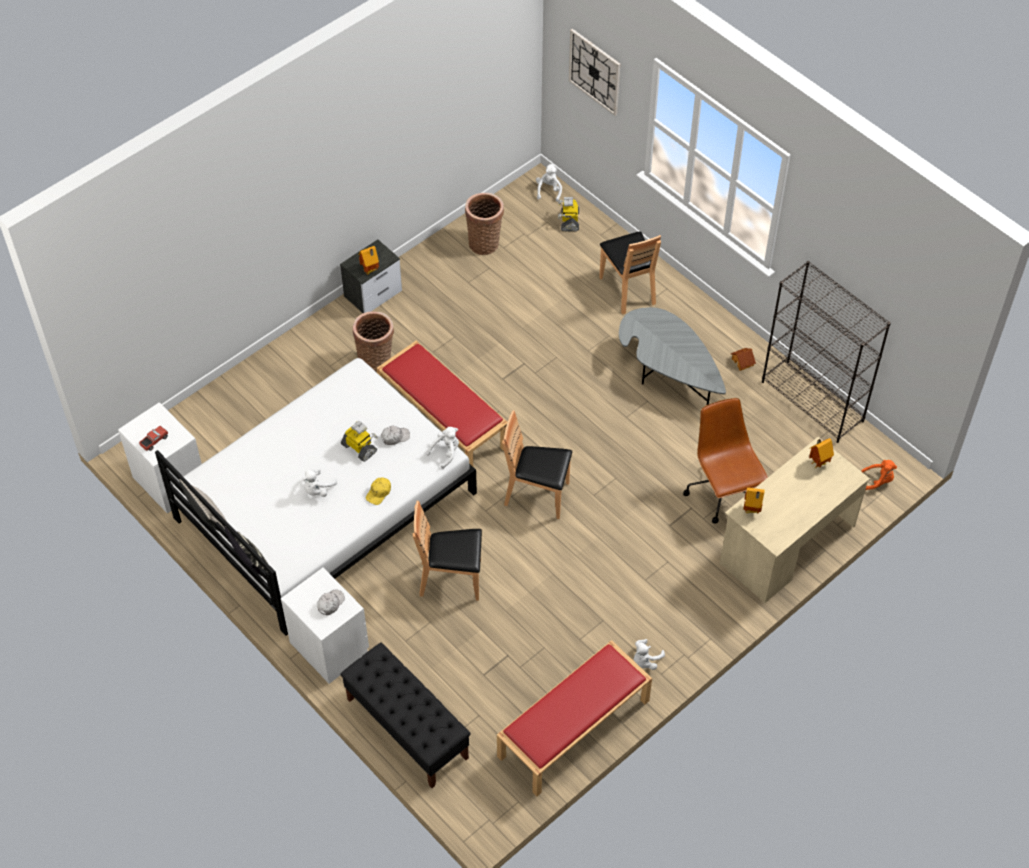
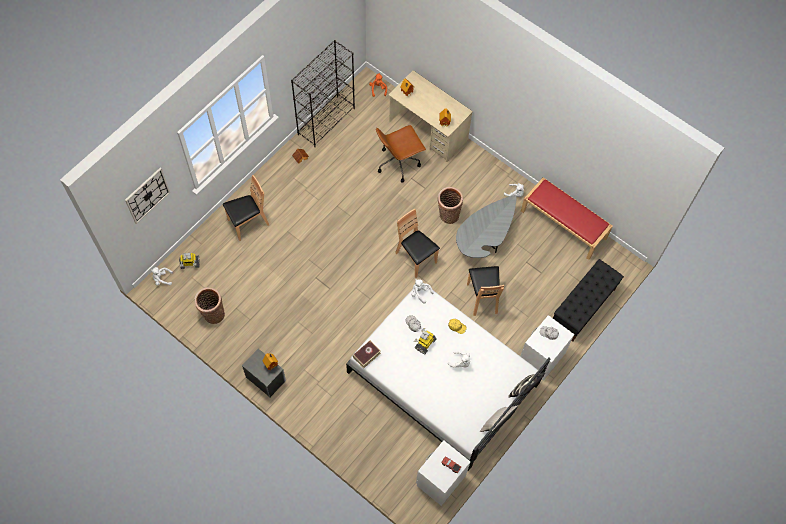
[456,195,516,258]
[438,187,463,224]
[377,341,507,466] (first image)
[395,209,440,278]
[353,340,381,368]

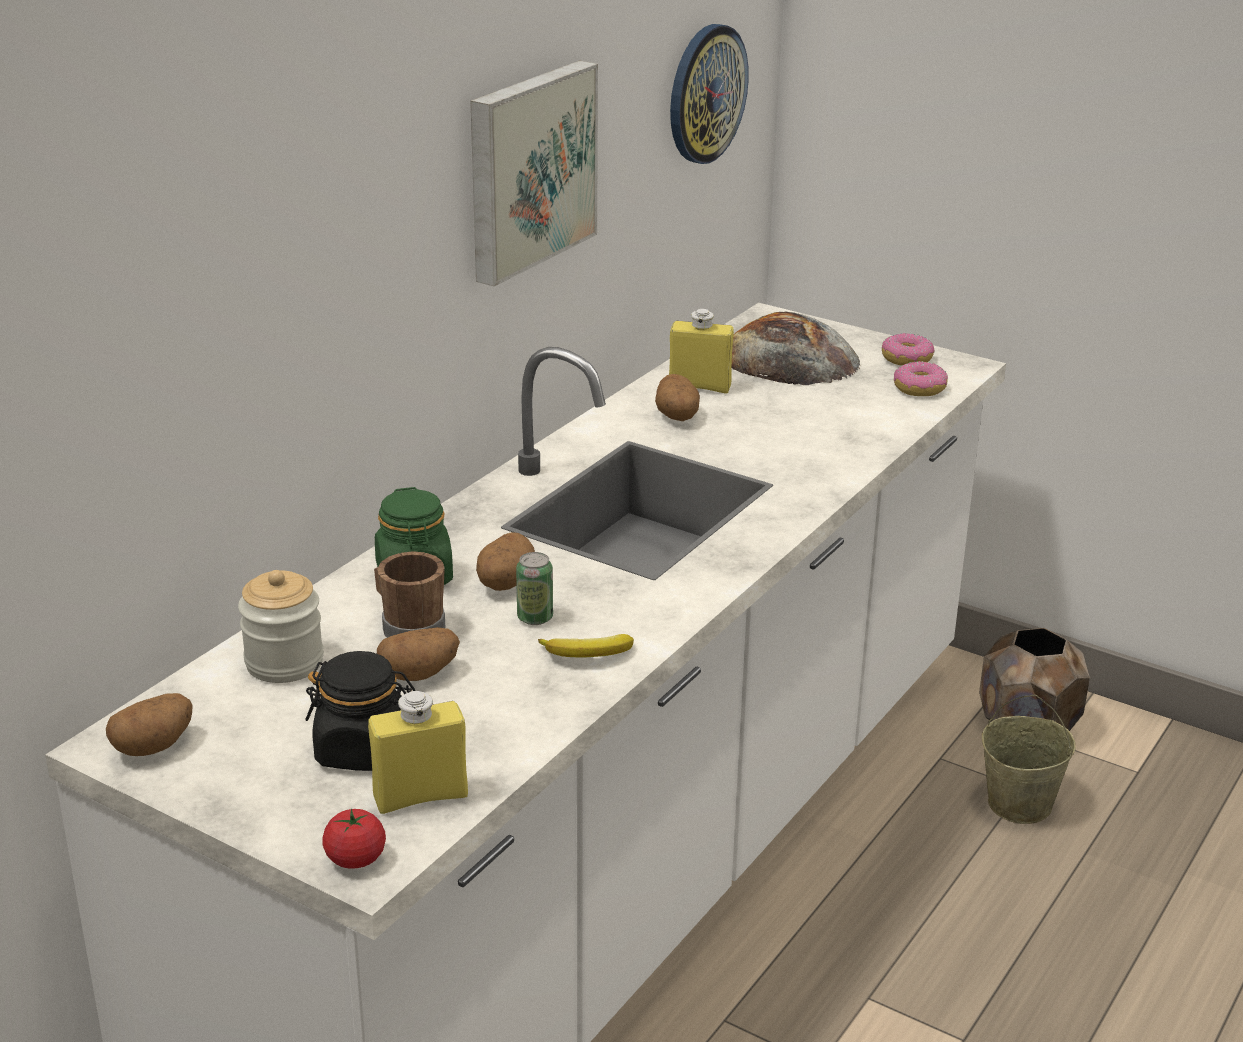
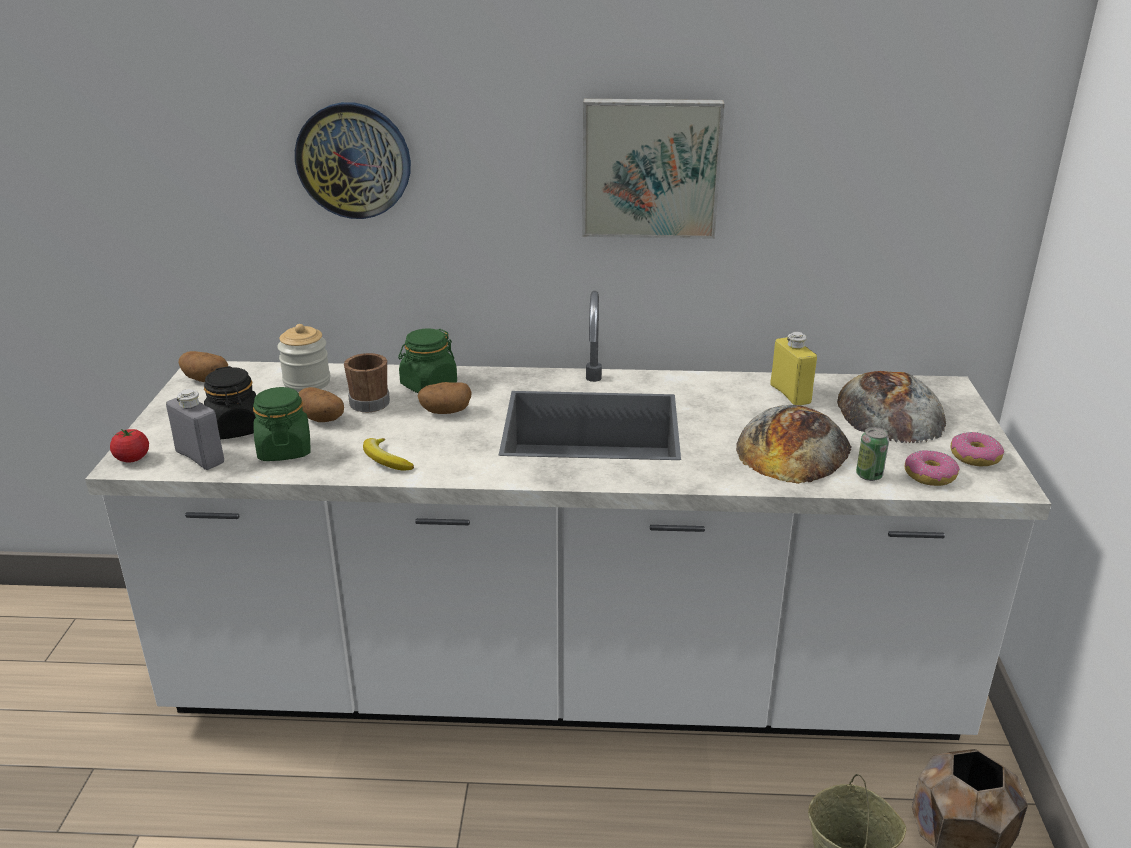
[295,102,411,219]
[655,374,700,421] (first image)
[856,427,889,481]
[166,389,224,470]
[253,387,311,461]
[736,405,852,484]

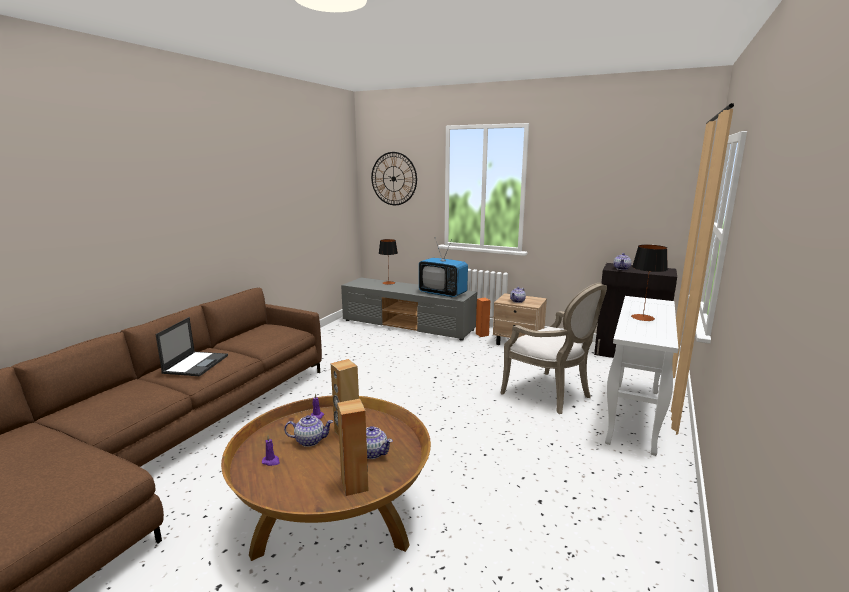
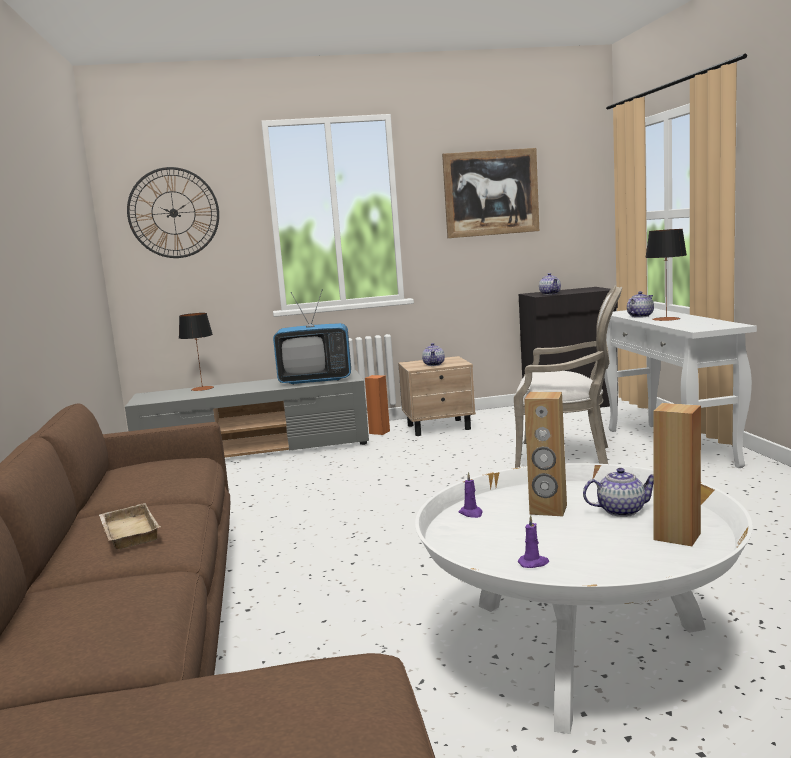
[99,503,160,549]
[415,463,753,734]
[627,291,654,318]
[442,148,539,238]

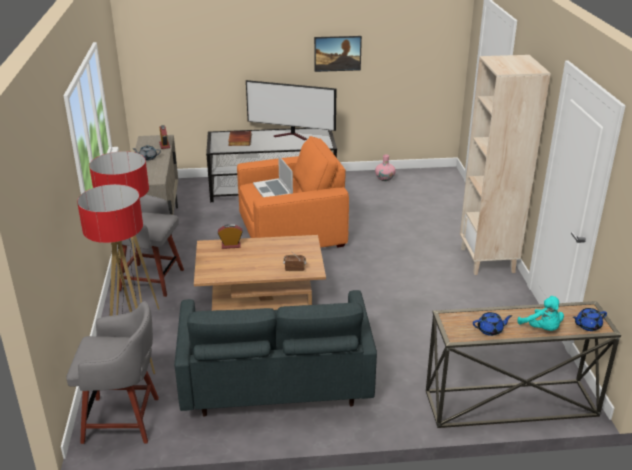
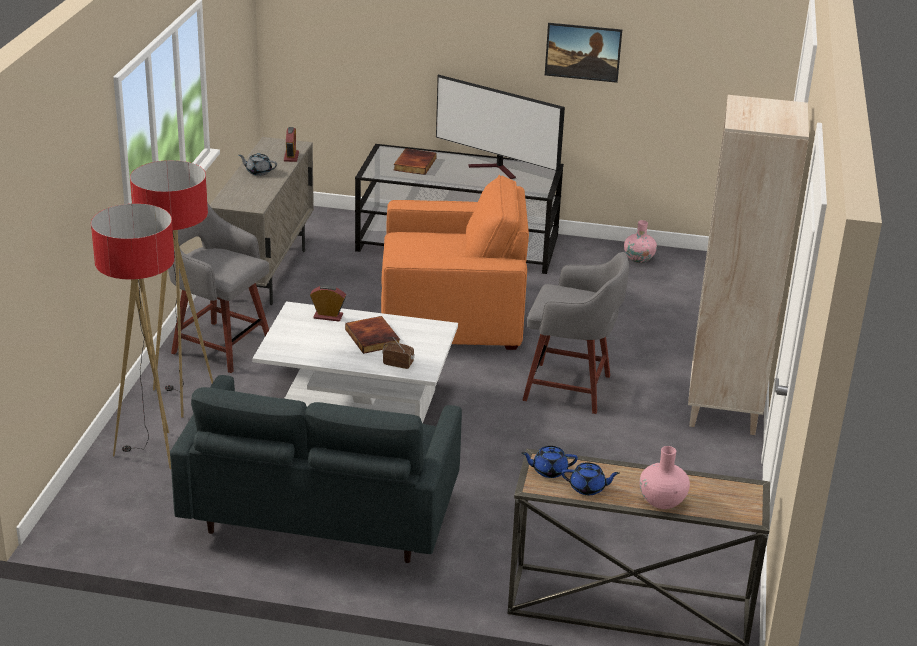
[253,155,293,197] (first image)
[252,301,458,424]
[639,446,690,509]
[522,252,629,414]
[522,446,578,478]
[345,316,400,354]

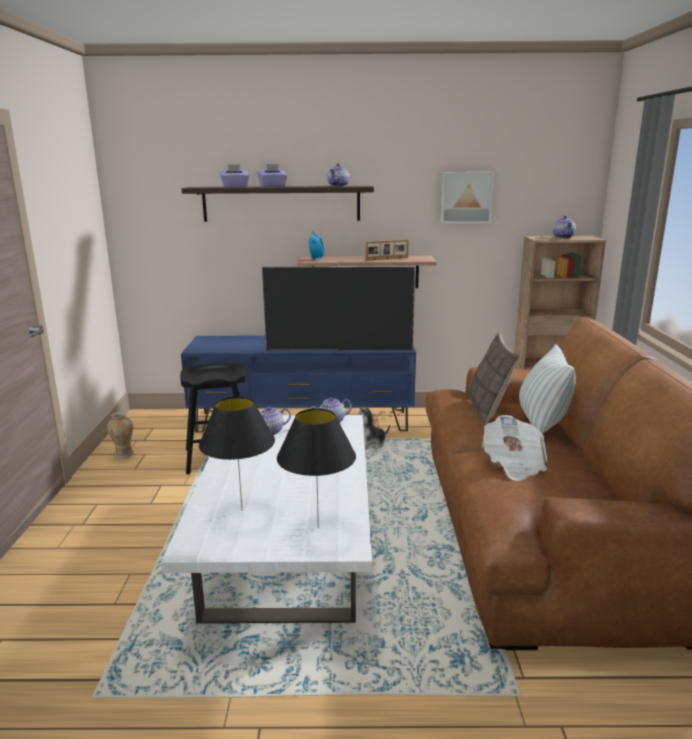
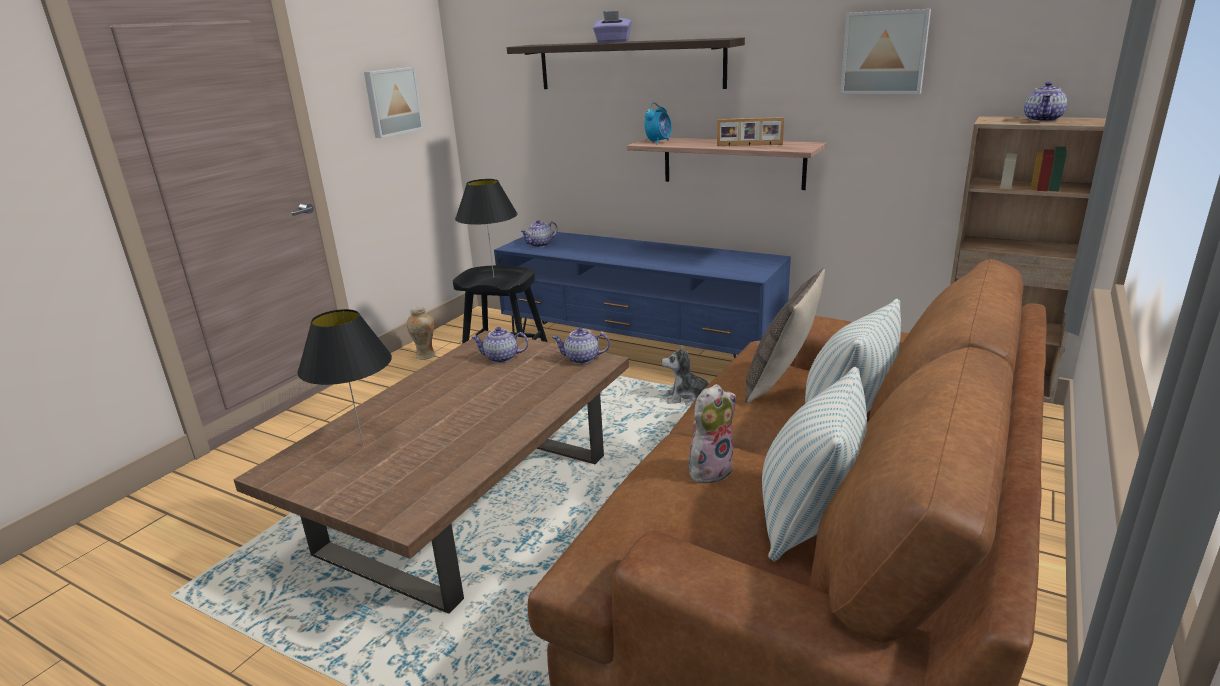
[520,220,558,247]
[220,164,249,187] (first image)
[262,265,415,351] (first image)
[455,179,517,278]
[234,331,629,614]
[689,384,736,483]
[364,67,424,138]
[762,367,867,561]

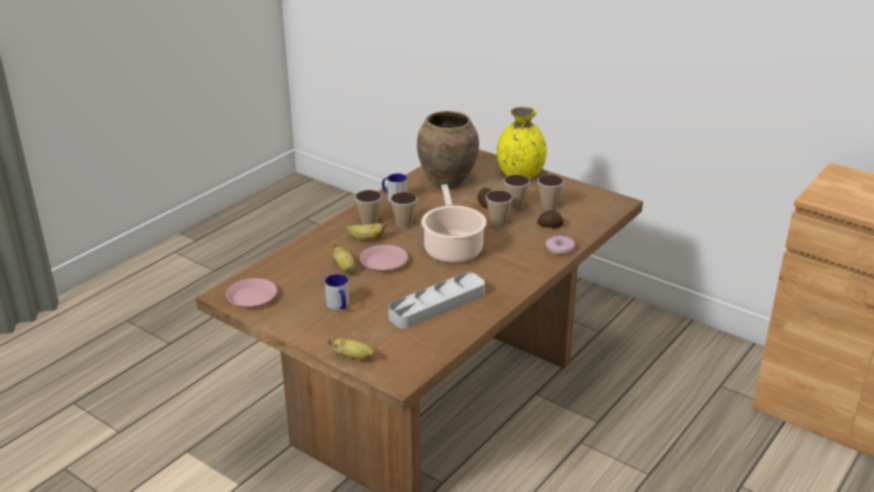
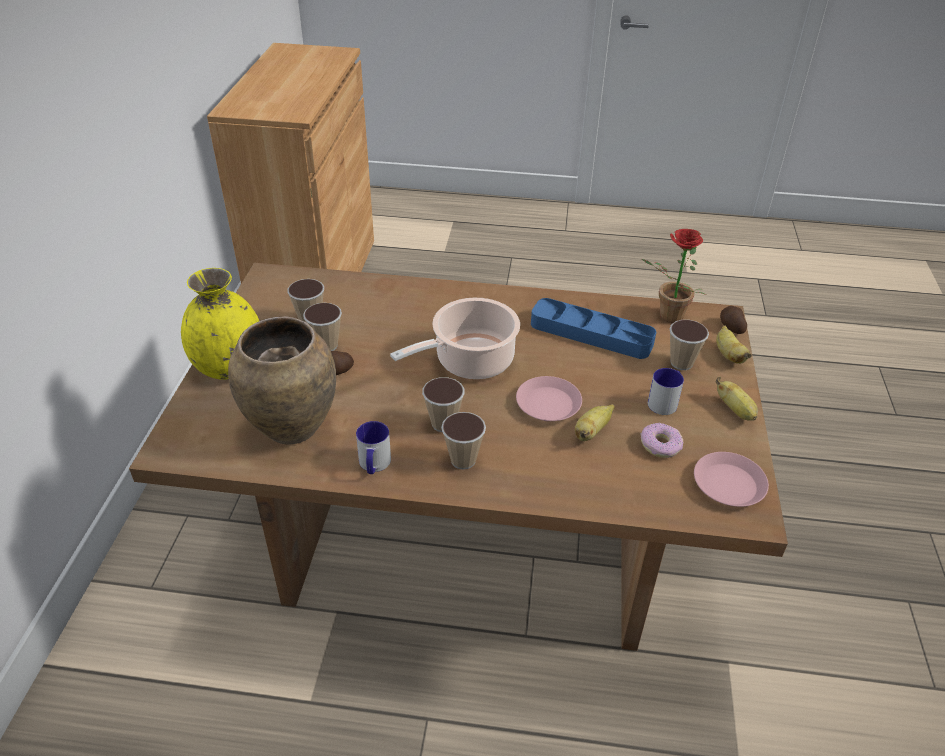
[669,320,709,370]
[720,306,747,334]
[716,377,758,421]
[640,423,683,458]
[531,298,656,359]
[642,229,706,323]

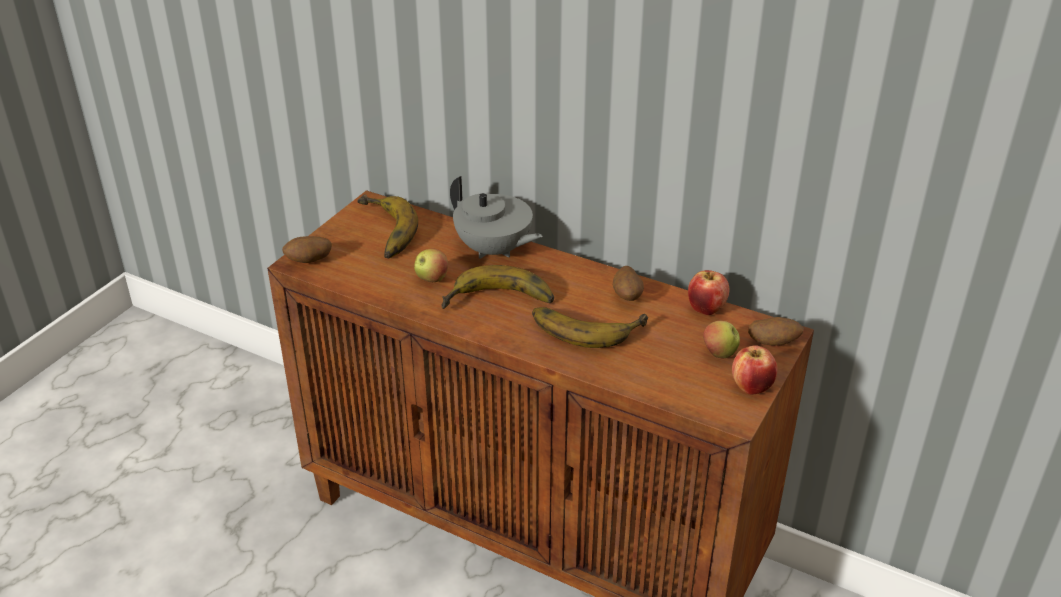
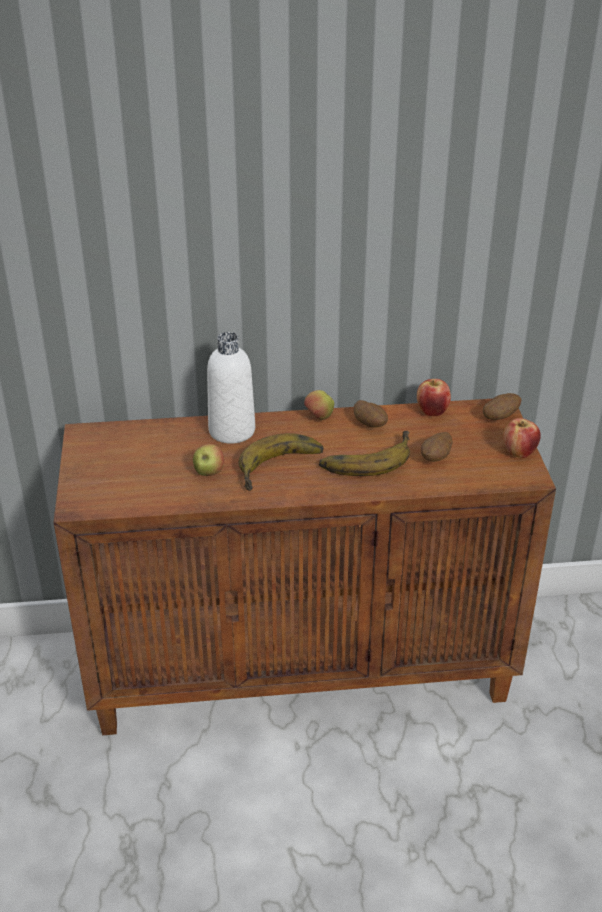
[207,332,255,444]
[357,195,418,258] (first image)
[421,432,452,462]
[304,390,334,420]

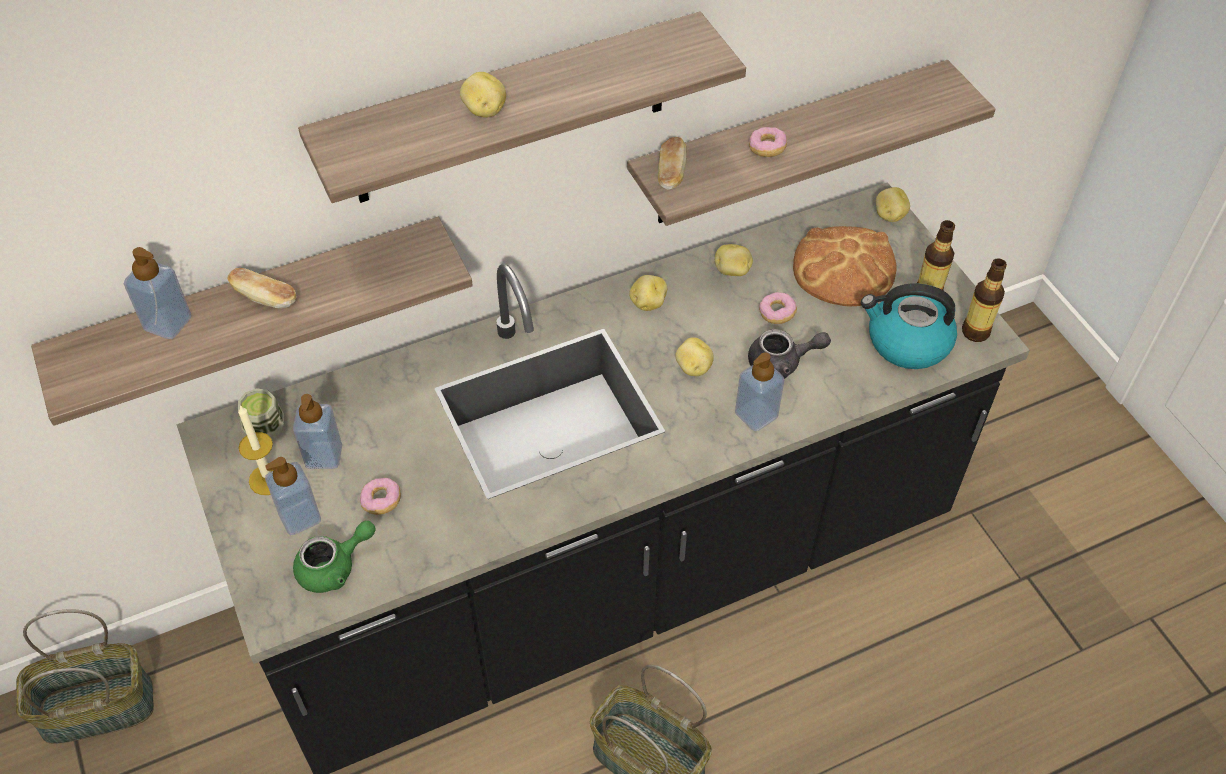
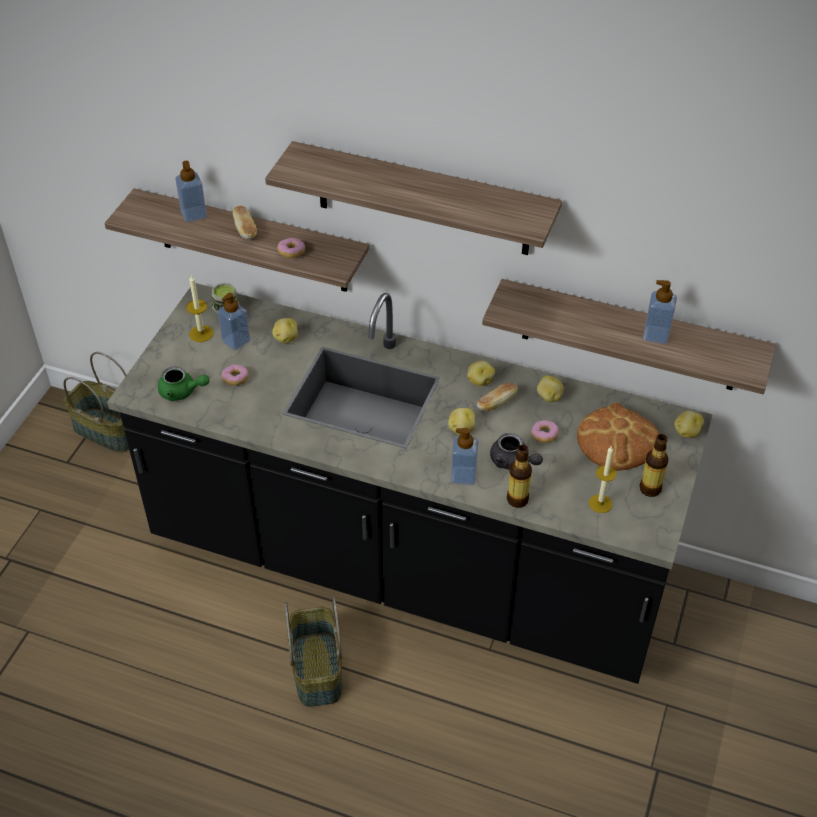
[272,318,298,343]
[277,238,305,258]
[477,383,518,411]
[507,445,532,508]
[589,446,617,513]
[643,280,677,344]

